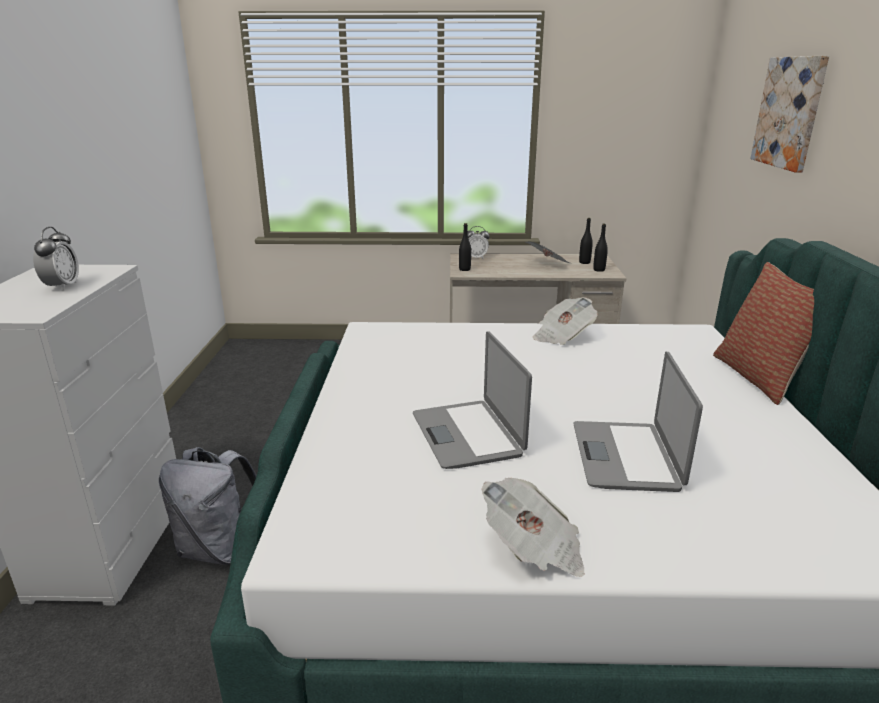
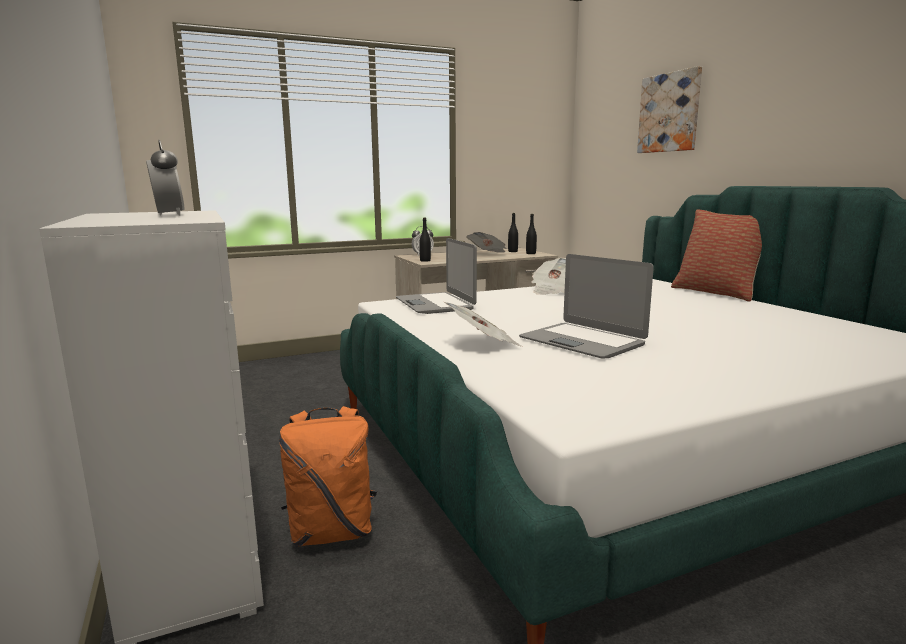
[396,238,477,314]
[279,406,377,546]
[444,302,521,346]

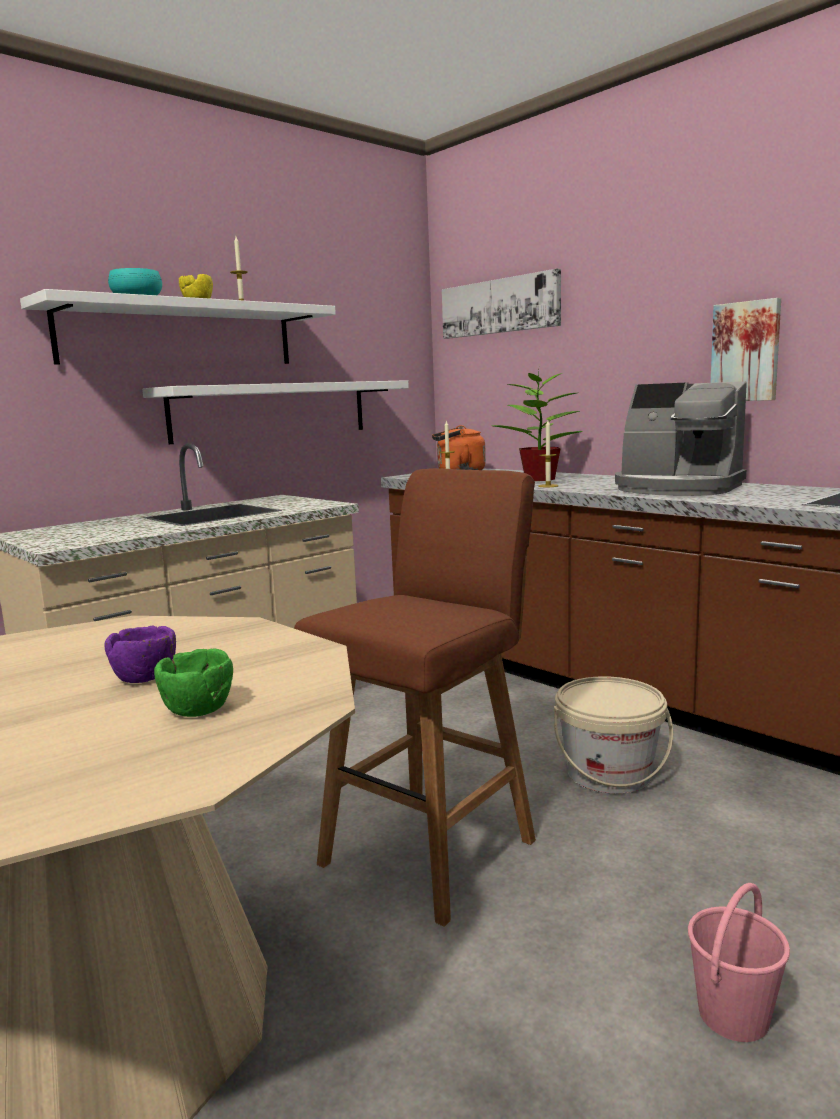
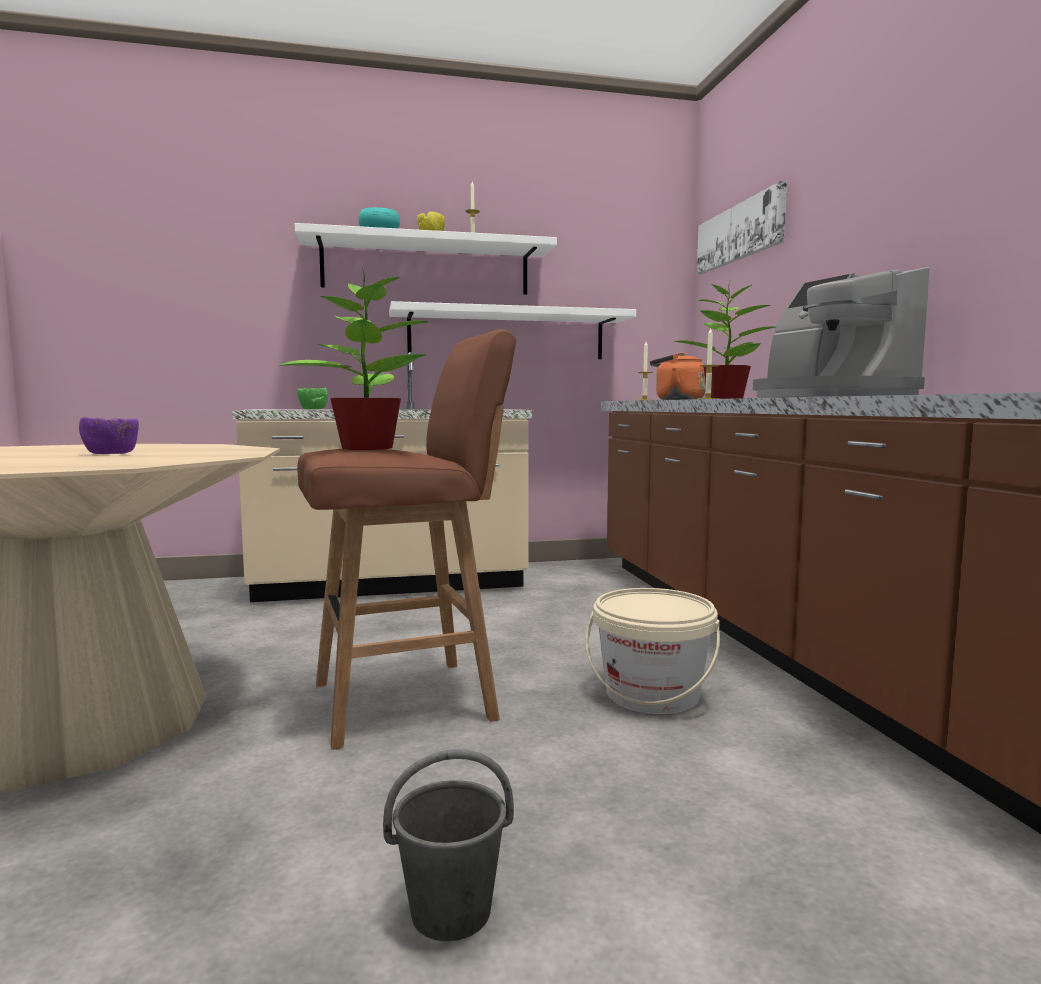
[711,298,781,401] (first image)
[297,388,328,409]
[383,749,514,941]
[279,268,428,450]

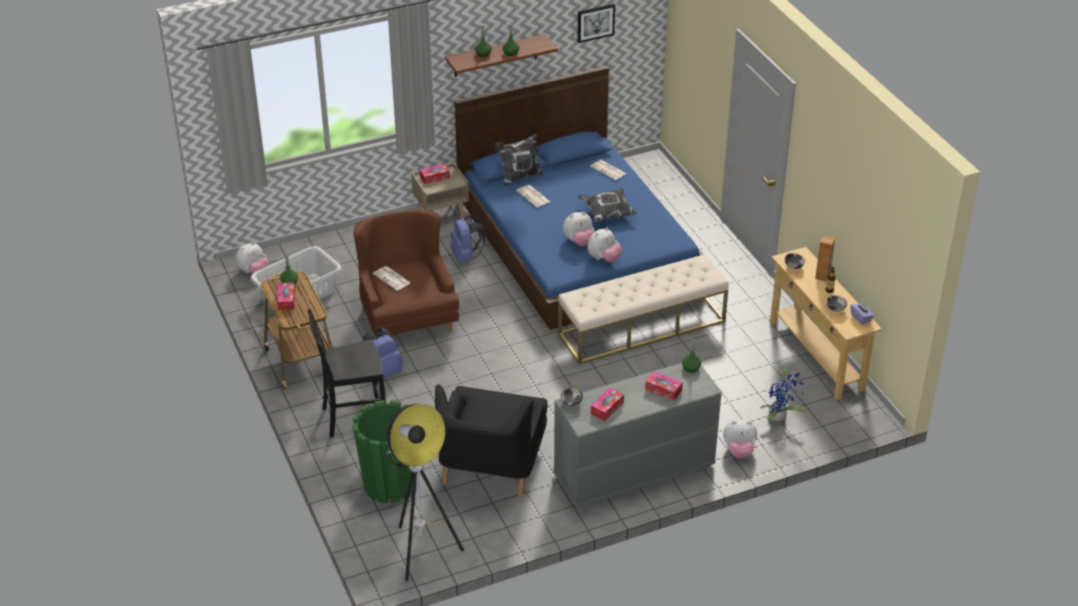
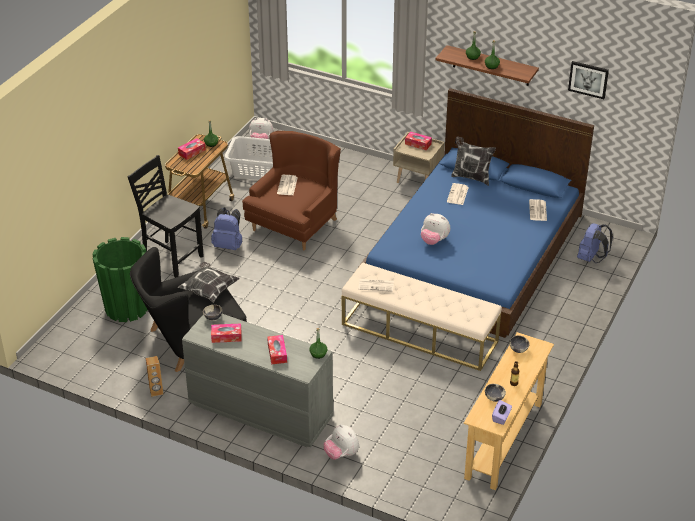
[178,262,240,303]
[577,223,613,263]
[587,228,622,262] (first image)
[146,356,163,397]
[760,363,805,423] (first image)
[386,404,464,581] (first image)
[358,279,394,292]

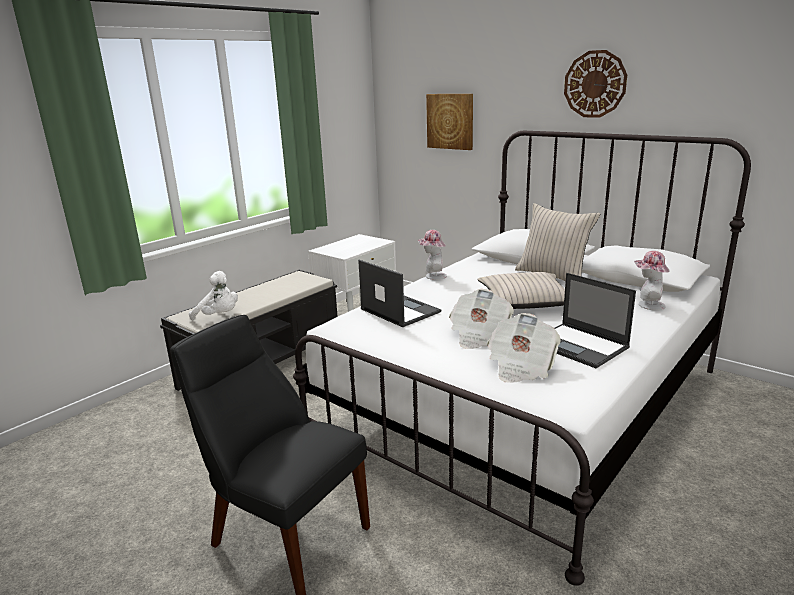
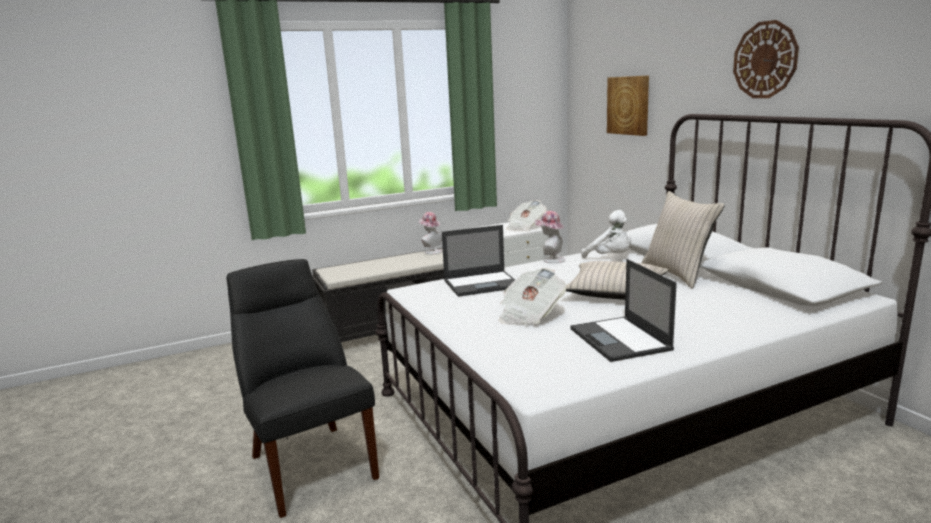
[419,212,442,254]
[442,225,515,297]
[581,210,631,258]
[506,200,547,231]

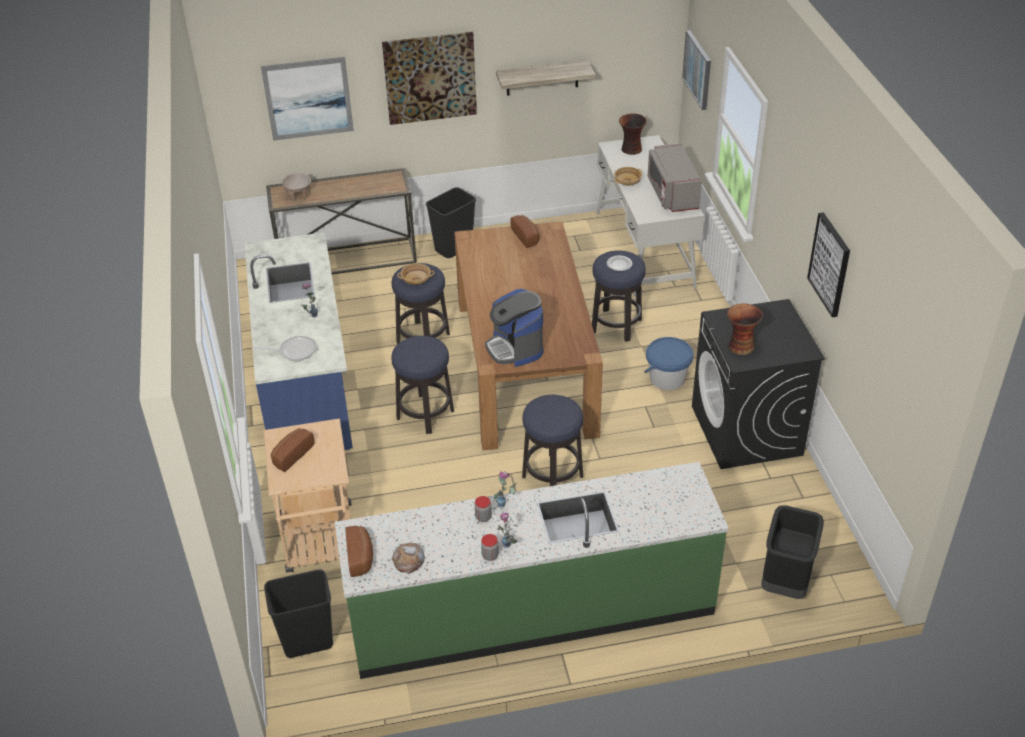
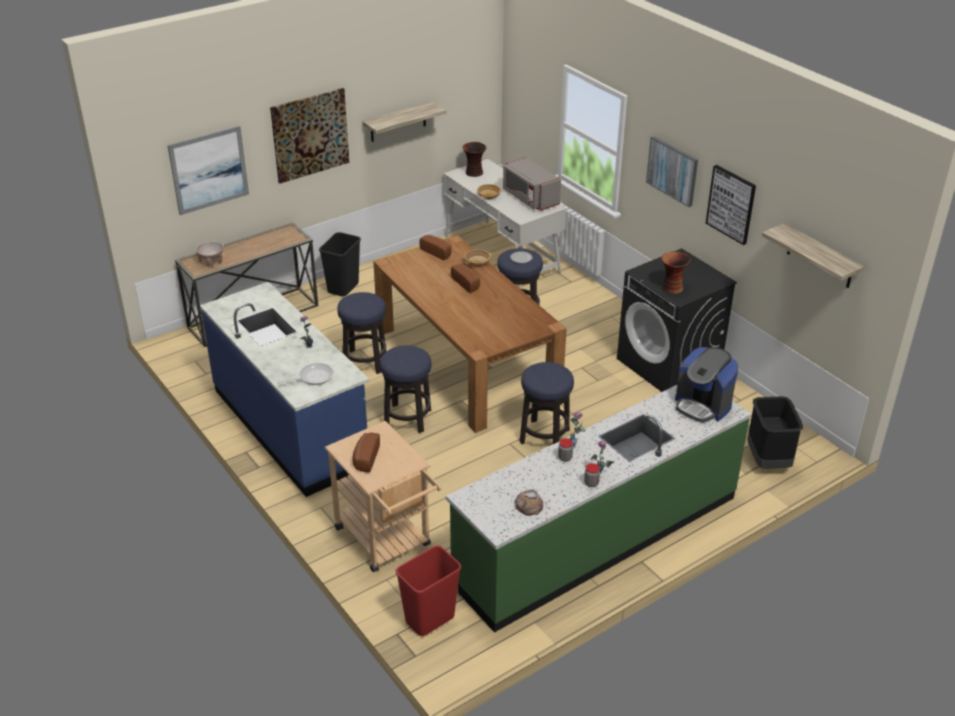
[646,136,698,207]
[463,249,492,267]
[675,347,739,422]
[644,337,693,390] (first image)
[451,264,480,293]
[396,545,461,636]
[762,223,864,288]

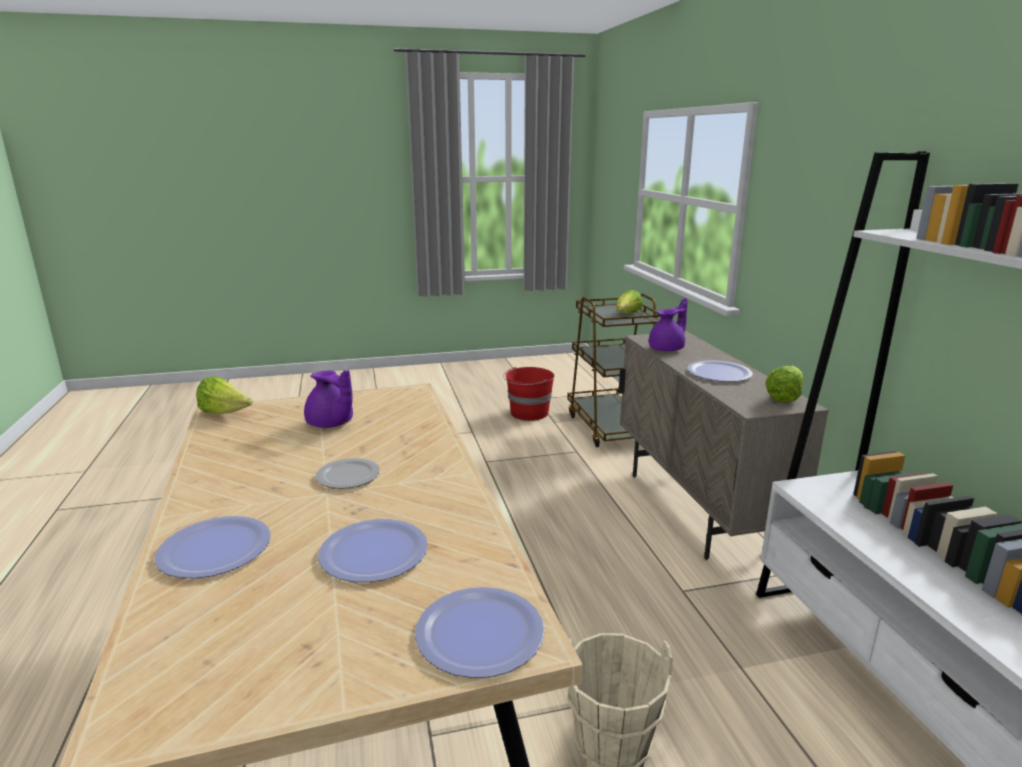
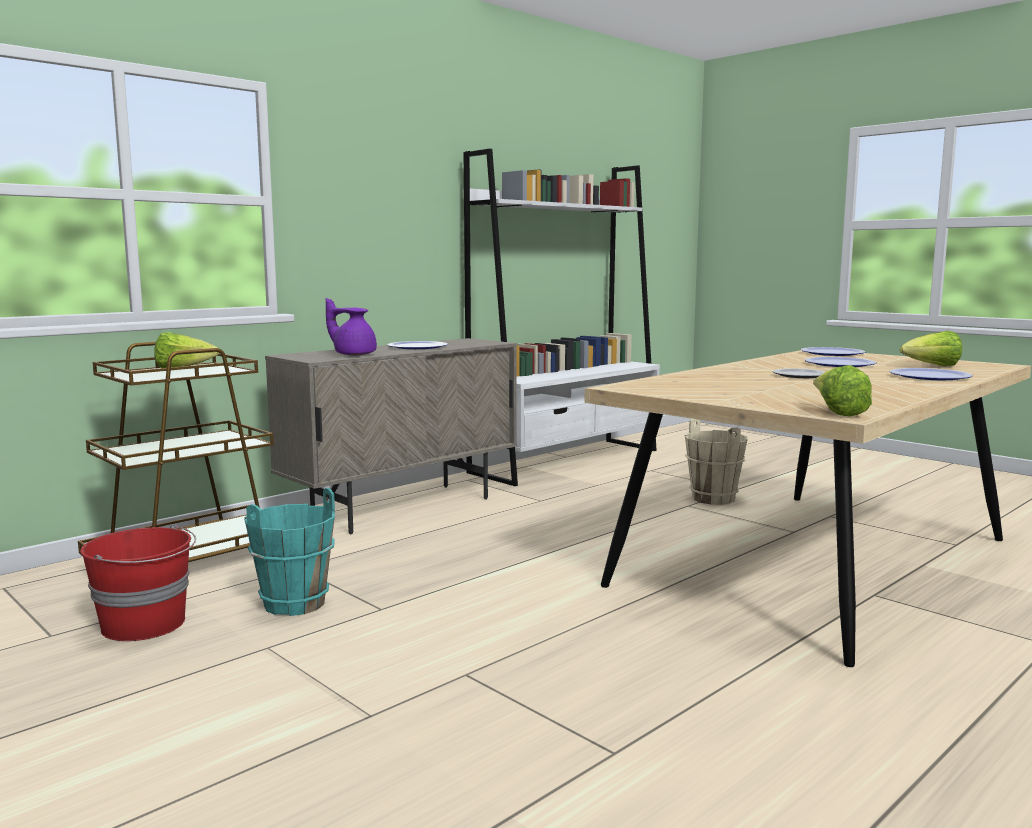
[900,331,962,366]
[304,370,353,428] (first image)
[244,488,335,616]

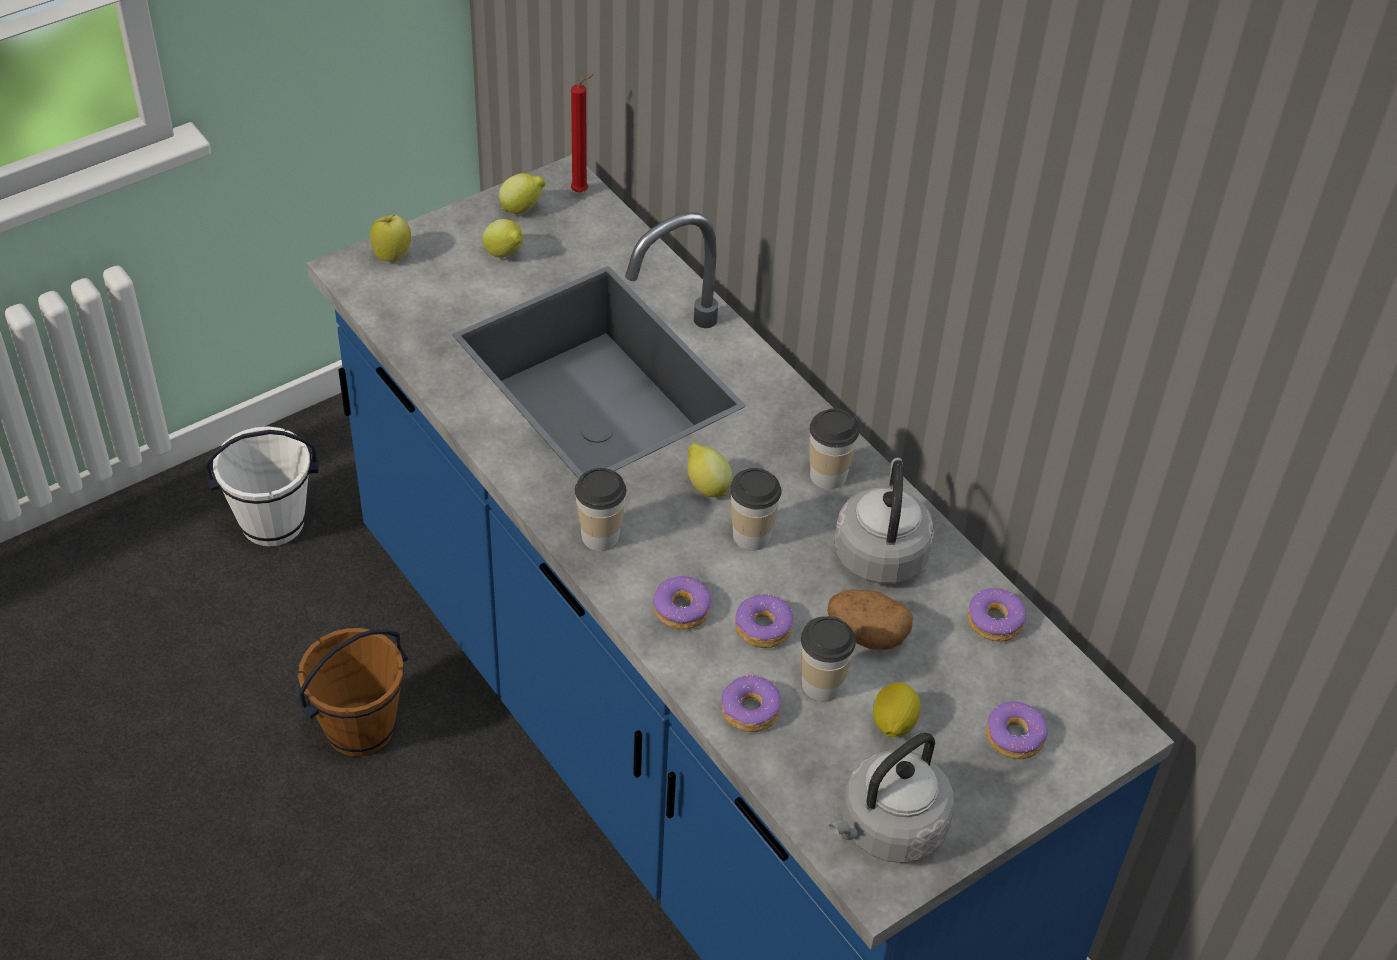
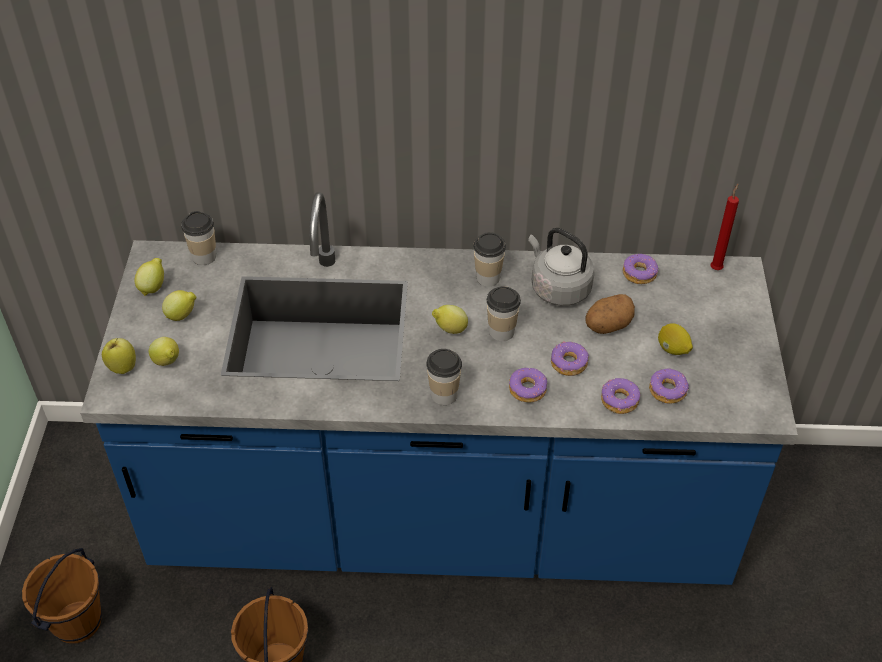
[711,184,739,270]
[22,548,102,644]
[181,211,216,265]
[649,368,689,404]
[829,732,954,863] (first image)
[149,337,179,366]

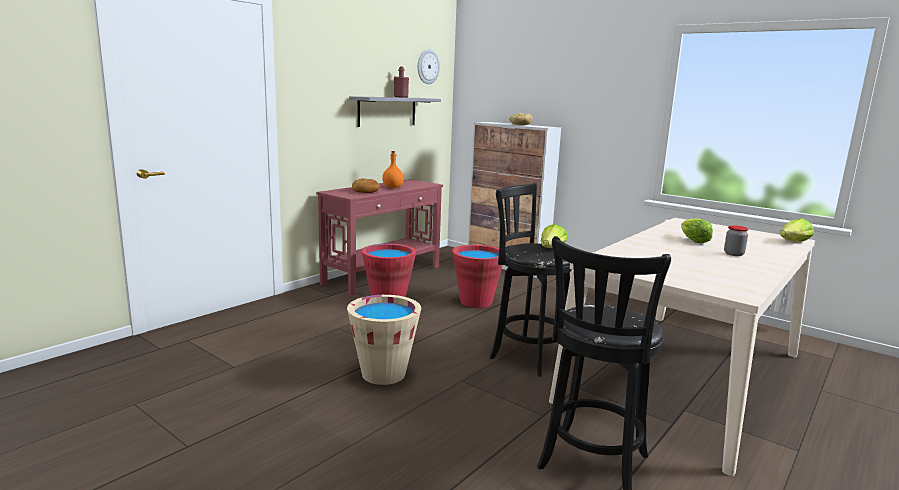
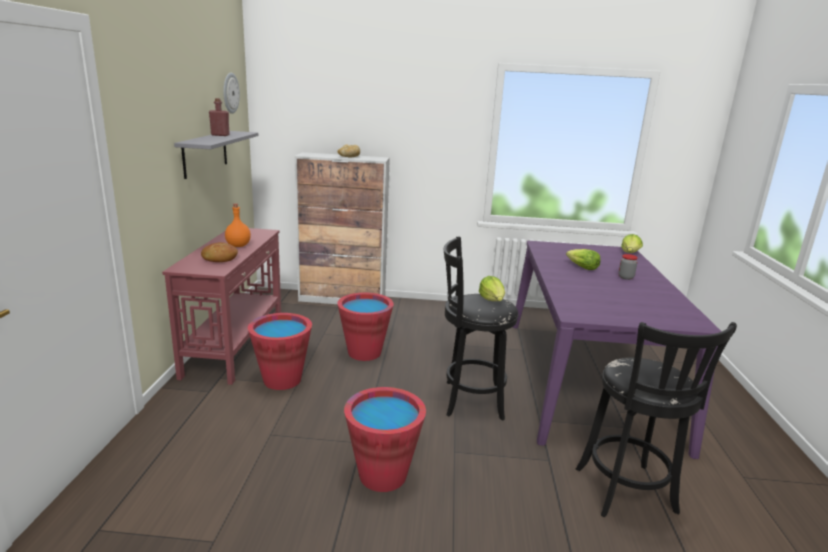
[512,241,722,459]
[344,387,426,492]

